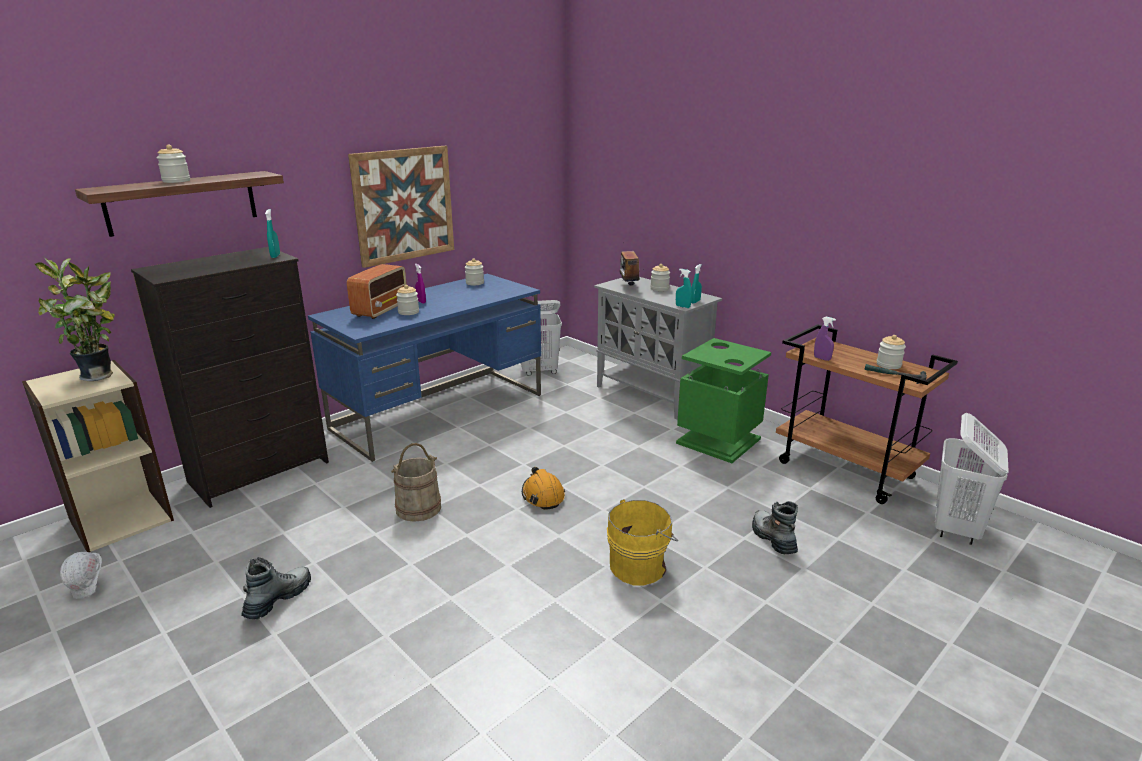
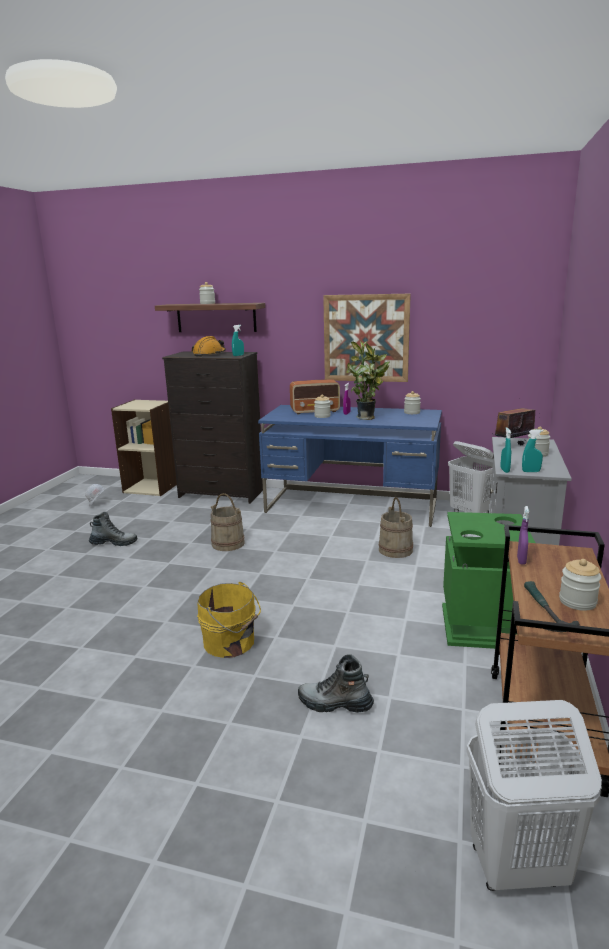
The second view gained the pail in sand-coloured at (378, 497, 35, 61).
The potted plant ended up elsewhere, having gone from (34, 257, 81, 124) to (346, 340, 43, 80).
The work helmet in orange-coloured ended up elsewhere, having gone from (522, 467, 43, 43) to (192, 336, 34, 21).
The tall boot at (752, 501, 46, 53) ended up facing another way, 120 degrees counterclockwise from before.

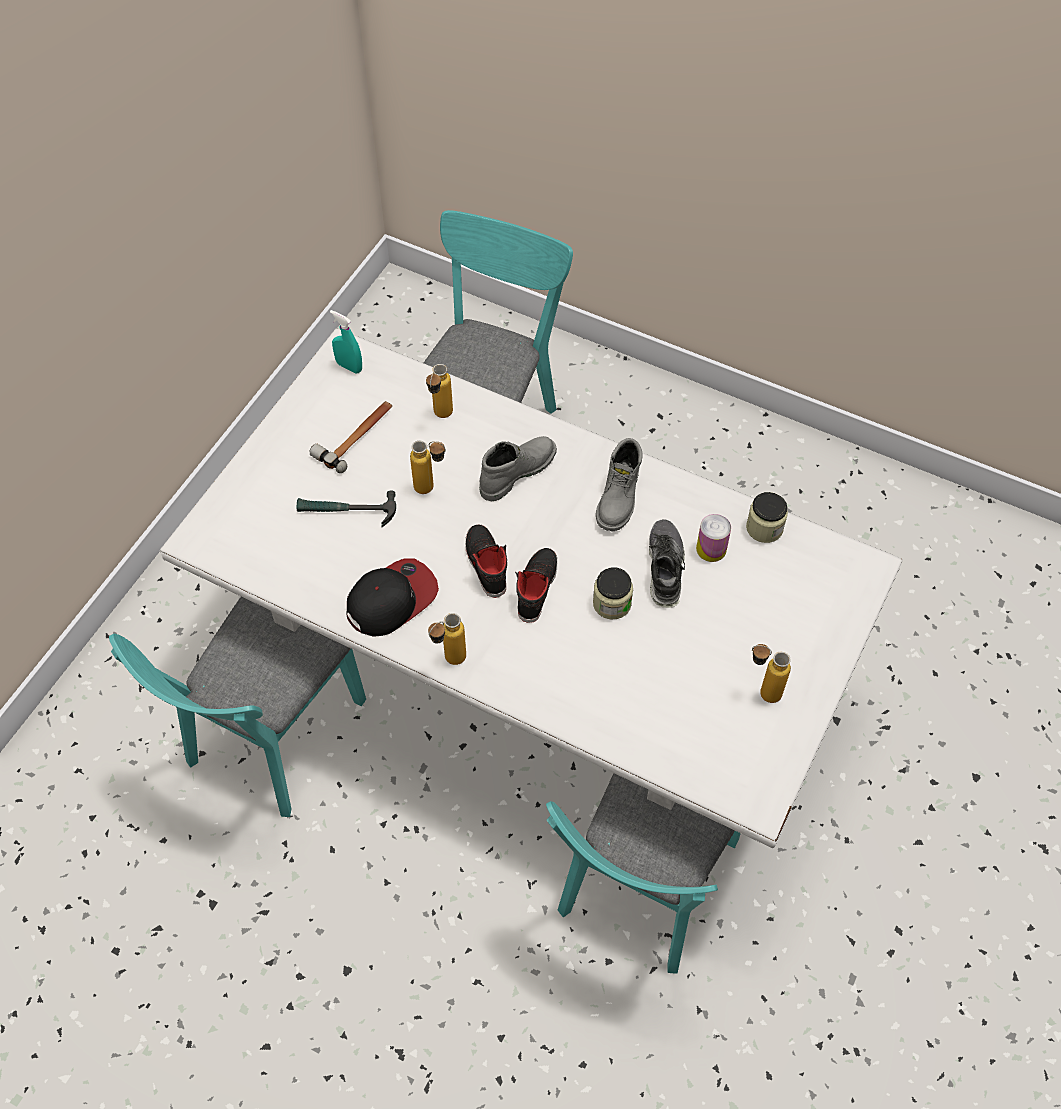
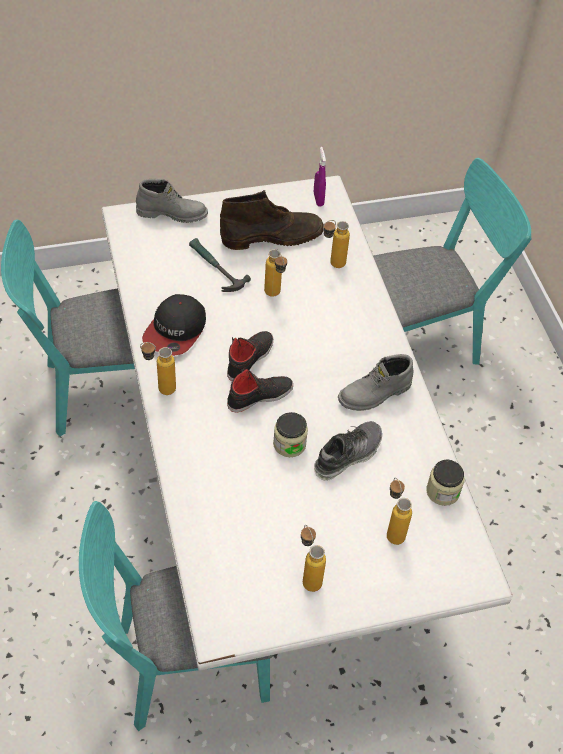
The second view lost the sealed can at (696, 514, 35, 48).
The second view gained the bottle at (387, 478, 25, 67).
The tall boot in grey ended up elsewhere, having gone from (479, 436, 78, 65) to (136, 179, 72, 44).
Where the tool hammer stood at (310, 401, 82, 72), the tall boot in brownish came to stand at (220, 190, 104, 60).
What was the sprayer in turquoise-coloured at (330, 310, 32, 64) turned into the sprayer in purple at (314, 147, 12, 59).
The peaked cap at (347, 559, 92, 78) ended up facing another way, 105 degrees clockwise from before.

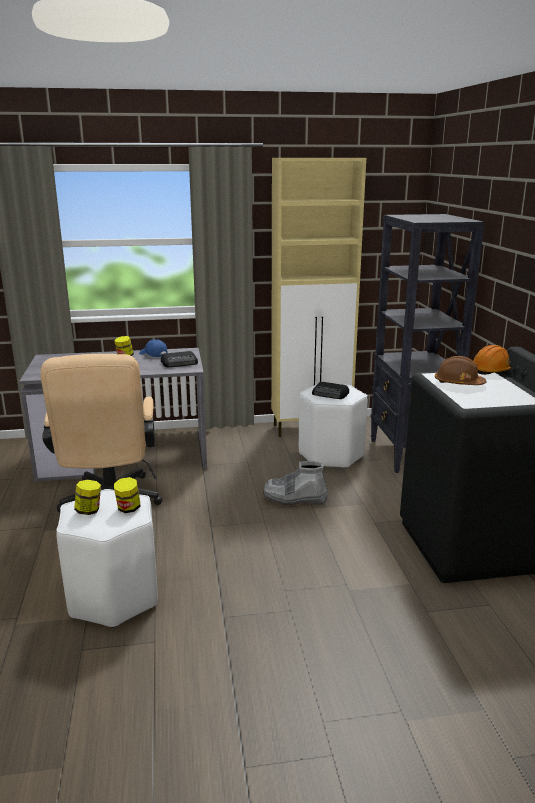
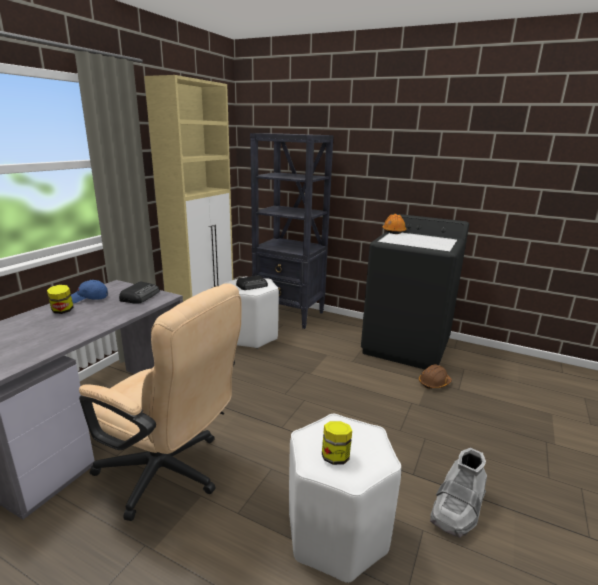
The second view lost the jar at (114, 477, 27, 36).
The tall boot in grey ended up elsewhere, having gone from (263, 461, 65, 44) to (430, 448, 57, 90).
The work helmet in brownish ended up elsewhere, having gone from (435, 356, 52, 29) to (419, 365, 33, 24).

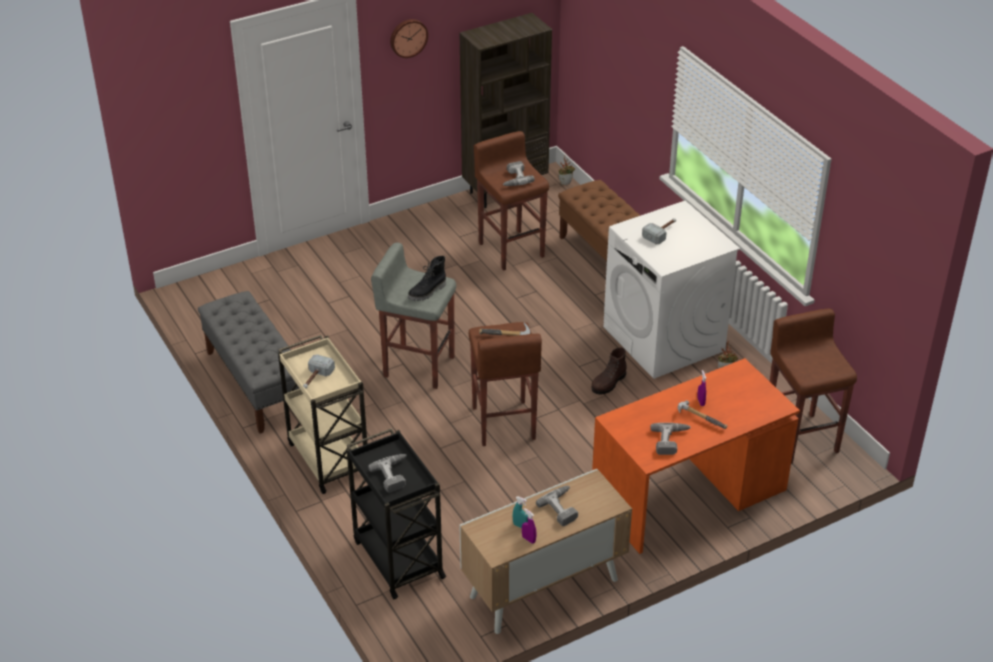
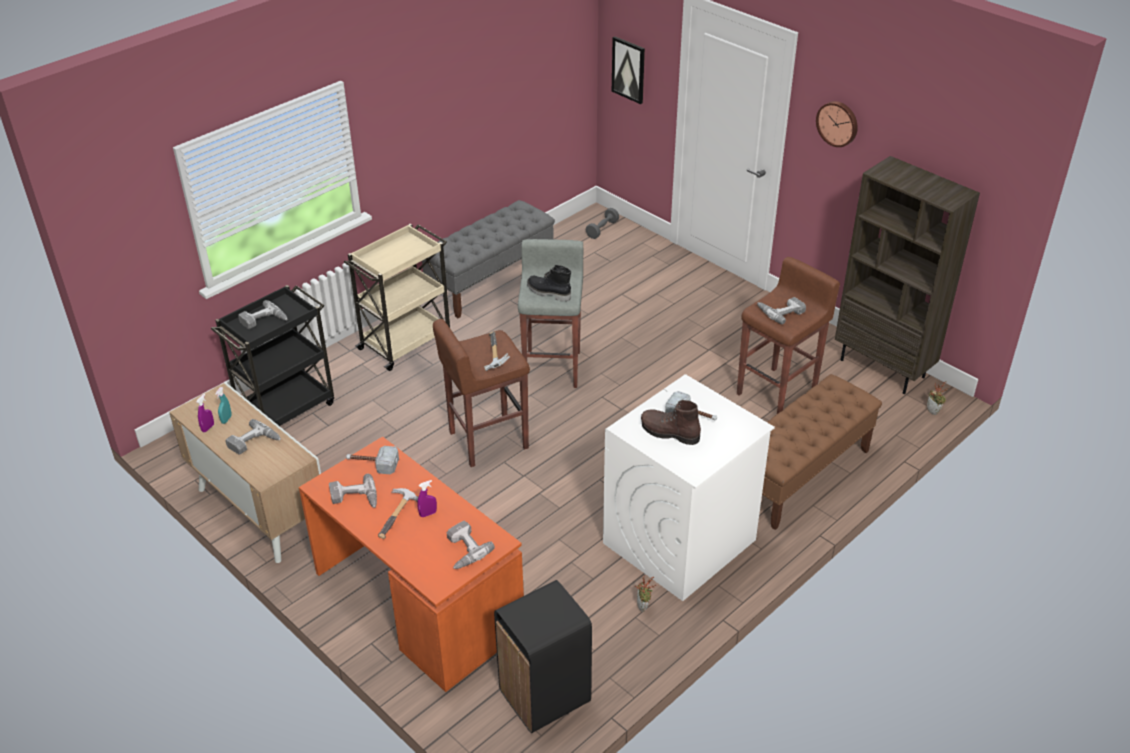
The second view gained the electric drill at (447, 521, 48, 48).
The second view gained the free weight in grey at (586, 208, 33, 31).
The second view gained the picture at (612, 36, 33, 68).
The tool hammer ended up elsewhere, having gone from (303, 354, 32, 34) to (346, 446, 53, 28).
The tall boot in brownish ended up elsewhere, having gone from (592, 347, 34, 48) to (641, 400, 60, 45).
Where the stool seat in brownish stood at (770, 309, 87, 155), the rubbish bin in black-coloured came to stand at (494, 580, 98, 153).

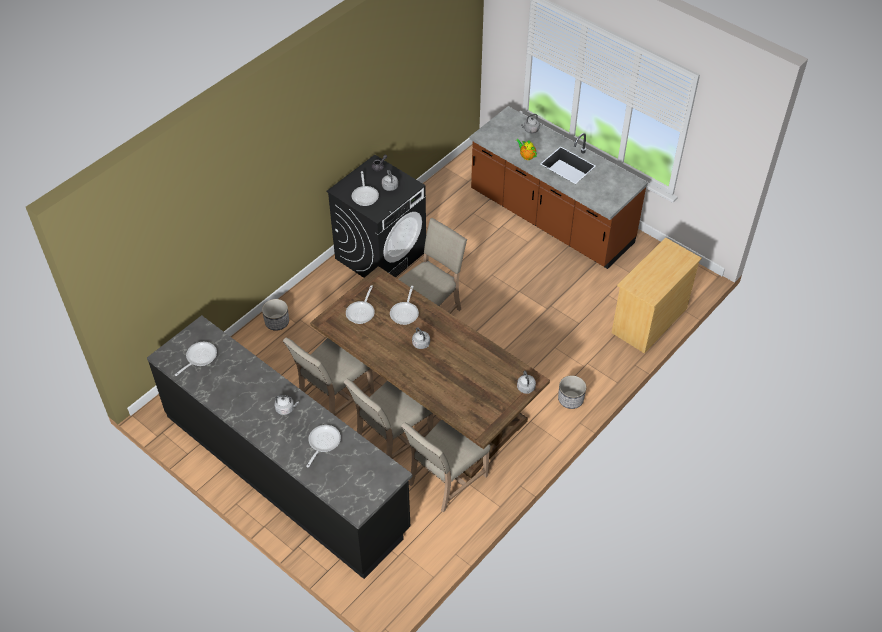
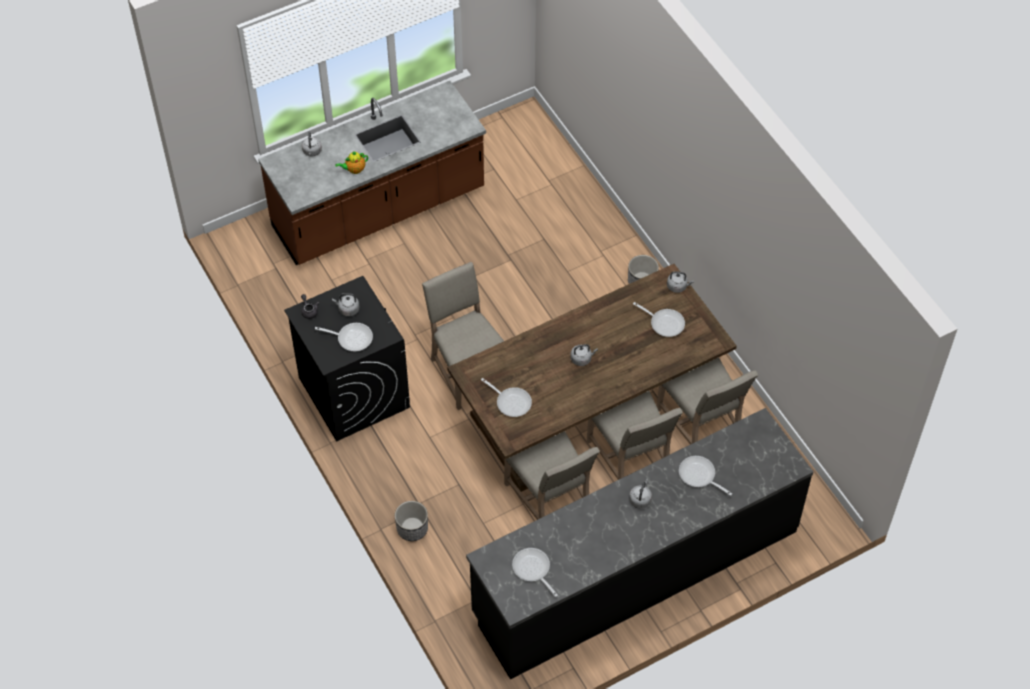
The second view lost the dresser in sand-coloured at (612, 237, 90, 116).
The frying pan ended up elsewhere, having gone from (390, 286, 29, 39) to (633, 302, 52, 35).

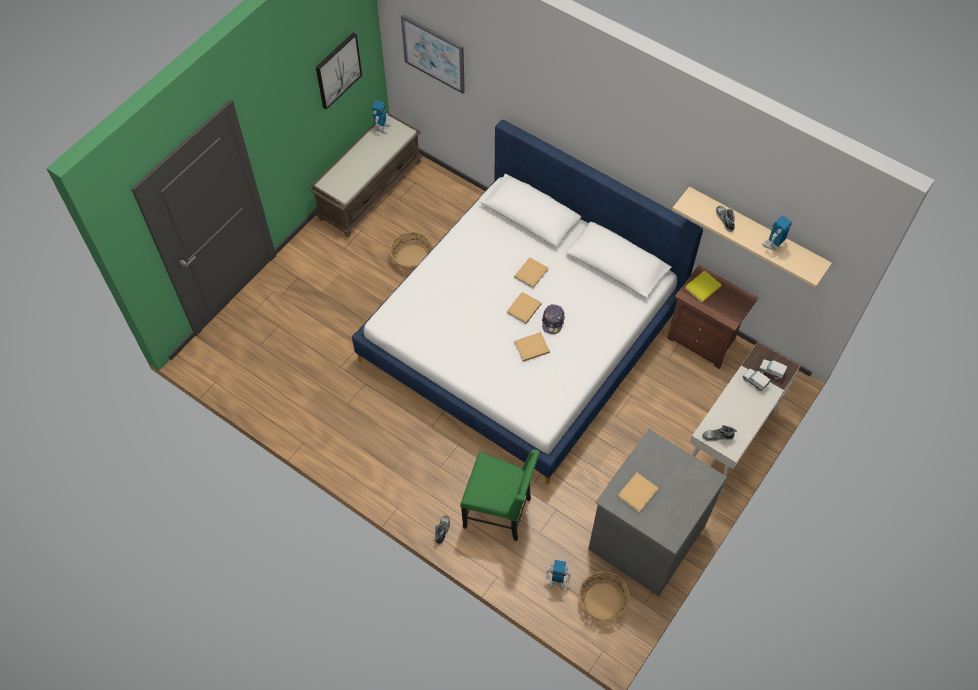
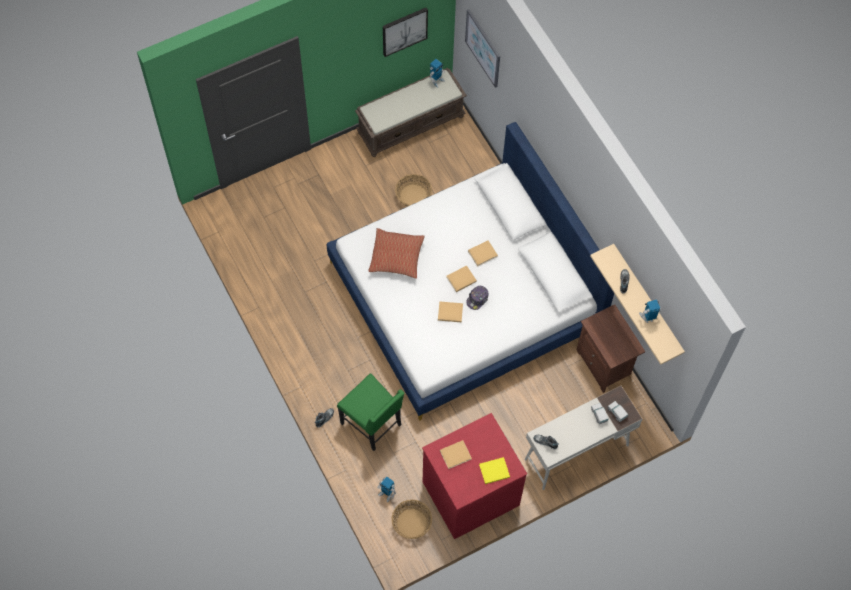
The second view gained the pillow at (368, 228, 57, 51).
The bound book in yellow ended up elsewhere, having gone from (685, 270, 37, 32) to (479, 457, 31, 27).
What was the dresser in grey at (588, 429, 139, 167) turned into the dresser in red-coloured at (422, 413, 105, 126).

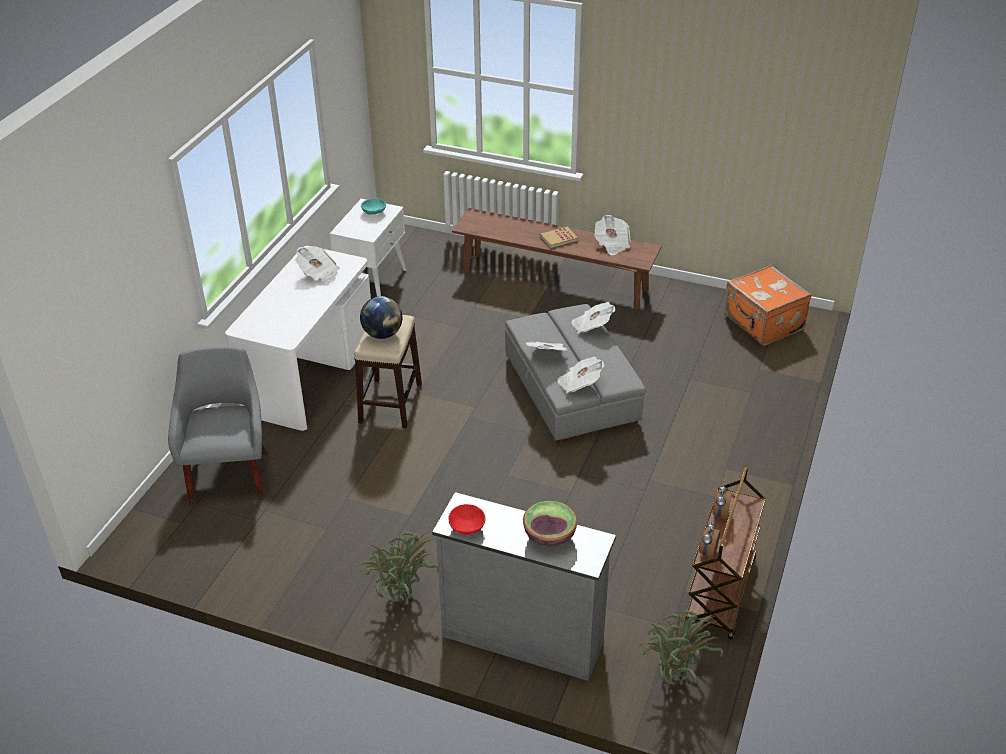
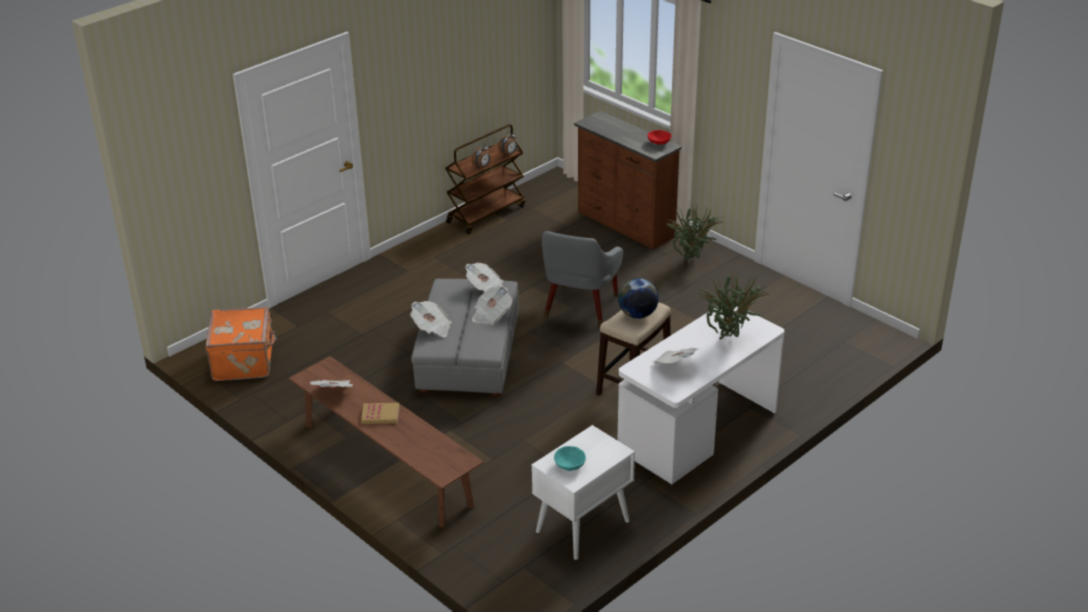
The second view lost the bowl at (523, 501, 55, 46).
The armchair in grey ended up elsewhere, having gone from (168, 346, 99, 160) to (542, 231, 81, 96).
The potted plant ended up elsewhere, having gone from (639, 610, 84, 75) to (699, 270, 72, 70).
What was the dresser in grey at (432, 492, 184, 189) turned into the dresser in brownish at (574, 111, 108, 138).

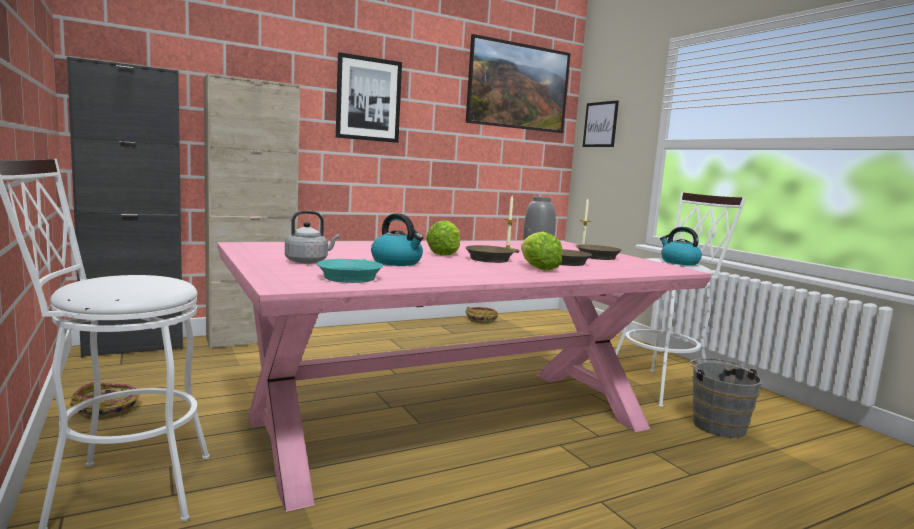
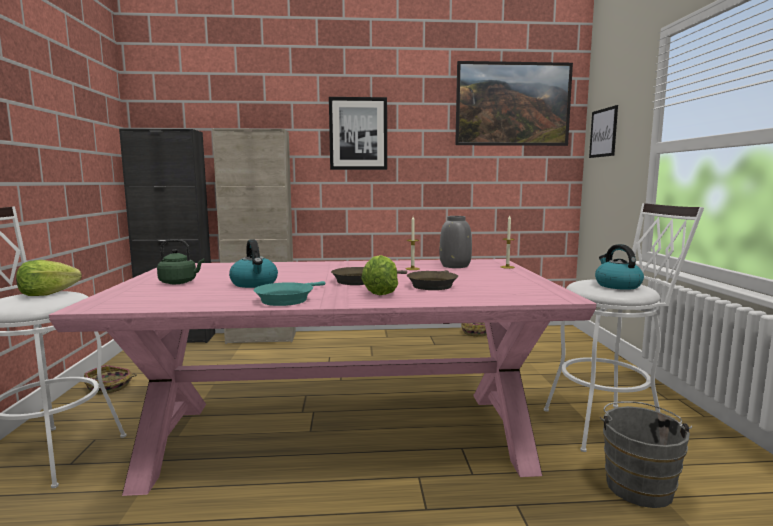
The second view lost the frying pan in brownish at (576, 245, 46, 15).
The frying pan in turquoise-coloured ended up elsewhere, having gone from (317, 259, 66, 24) to (254, 281, 71, 25).
The head of lettuce ended up elsewhere, having gone from (426, 221, 34, 35) to (16, 260, 66, 36).
What was the kettle in grey at (285, 210, 55, 54) turned into the kettle in green-coloured at (157, 239, 47, 45).

